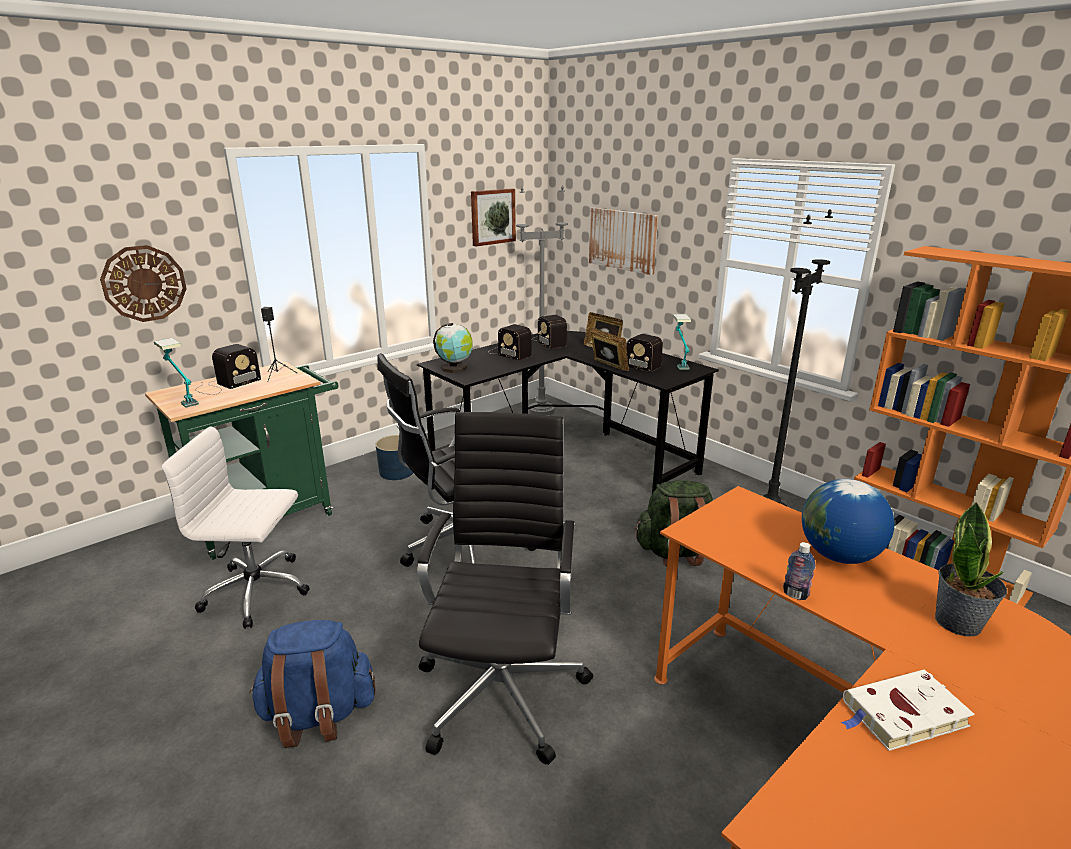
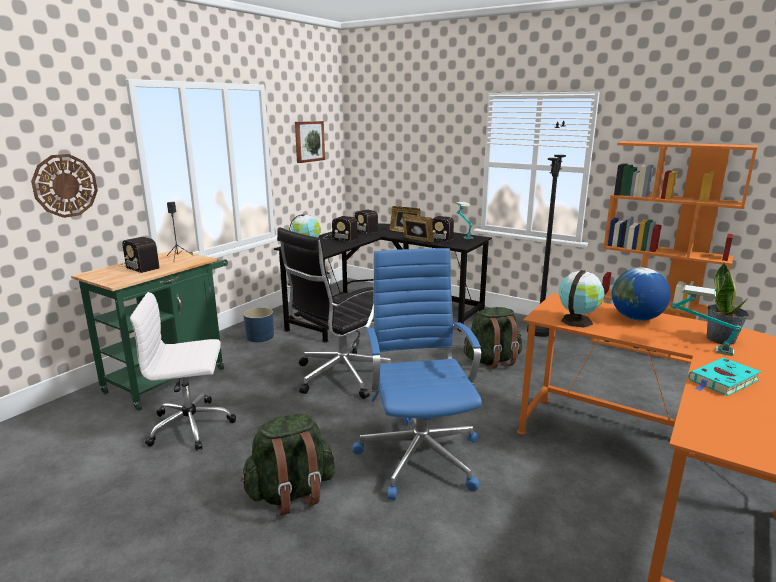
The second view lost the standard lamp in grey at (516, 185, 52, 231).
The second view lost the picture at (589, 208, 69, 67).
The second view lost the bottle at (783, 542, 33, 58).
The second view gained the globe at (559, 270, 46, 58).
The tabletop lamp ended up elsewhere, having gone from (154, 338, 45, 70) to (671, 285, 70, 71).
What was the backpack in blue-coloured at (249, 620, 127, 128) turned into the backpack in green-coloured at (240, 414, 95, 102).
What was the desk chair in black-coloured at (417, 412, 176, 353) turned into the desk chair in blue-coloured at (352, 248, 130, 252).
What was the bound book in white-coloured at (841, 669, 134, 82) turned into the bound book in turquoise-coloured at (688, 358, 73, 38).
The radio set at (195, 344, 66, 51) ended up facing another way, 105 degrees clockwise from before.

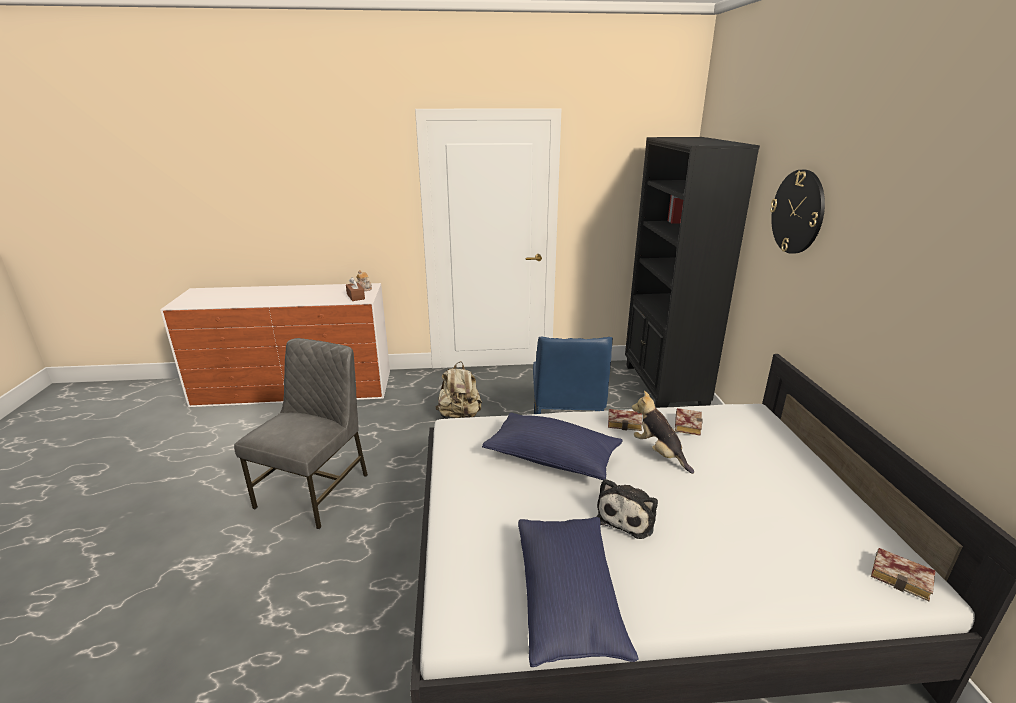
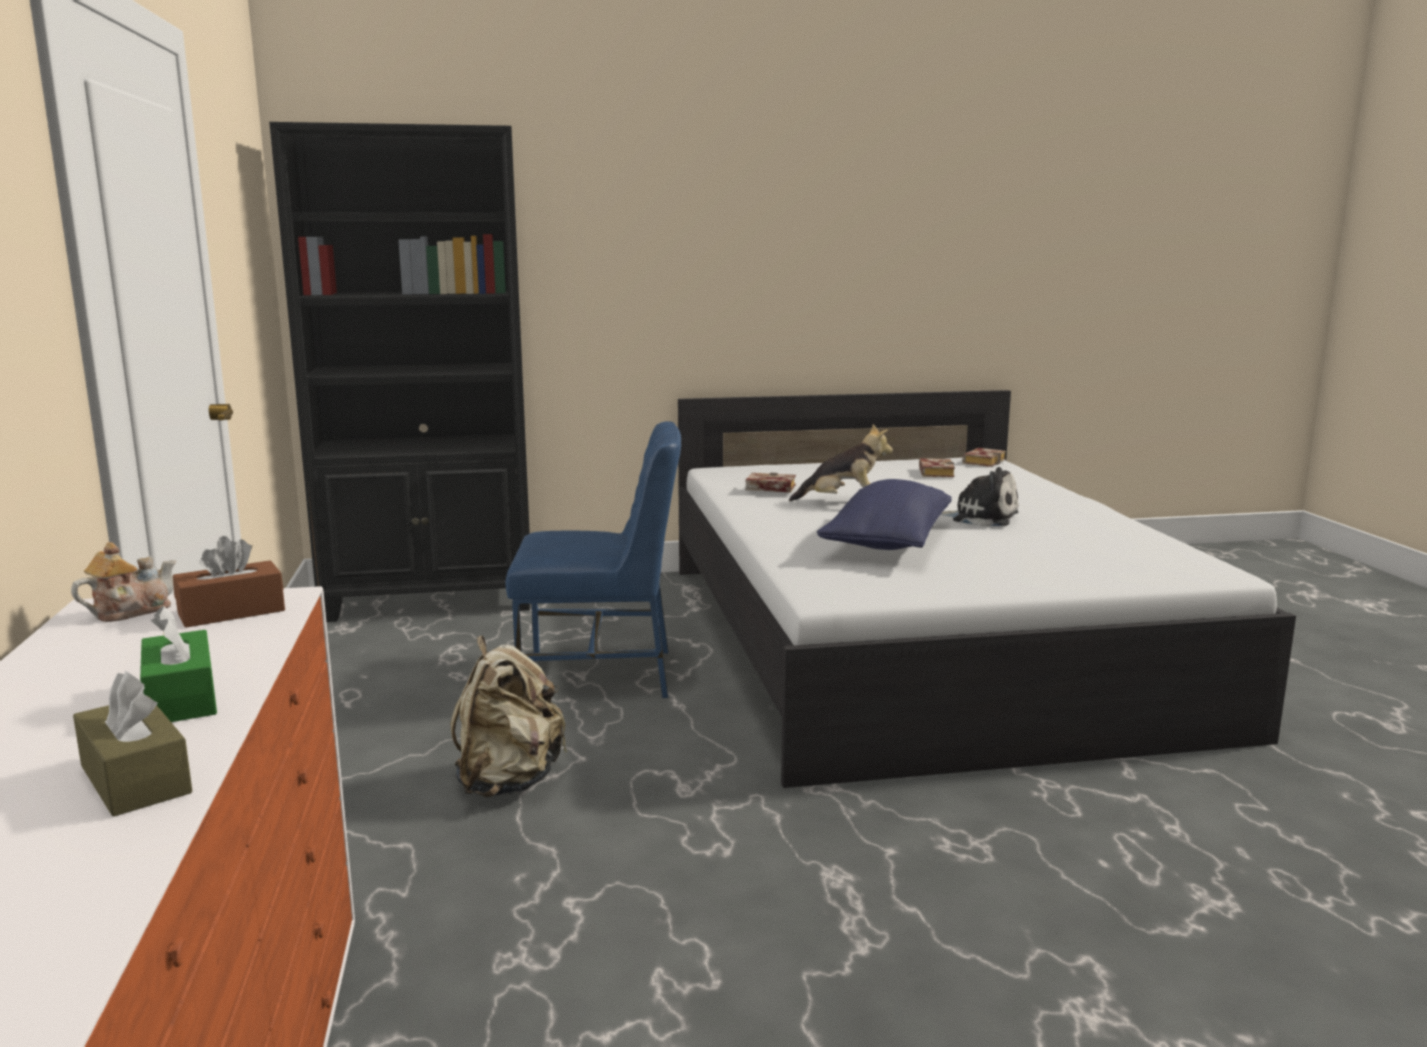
The second view lost the plain chair in grey at (234, 338, 134, 191).
The second view lost the pillow in blue-coloured at (518, 517, 120, 150).
The second view lost the clock on the wall at (770, 170, 55, 84).
The second view gained the box of tissues in brownish at (73, 671, 119, 145).
The second view gained the box of tissues in green-coloured at (140, 606, 77, 116).
The bound book ended up elsewhere, having gone from (608, 409, 35, 22) to (919, 458, 36, 19).
The plush toy at (632, 391, 62, 83) ended up facing another way, 135 degrees counterclockwise from before.

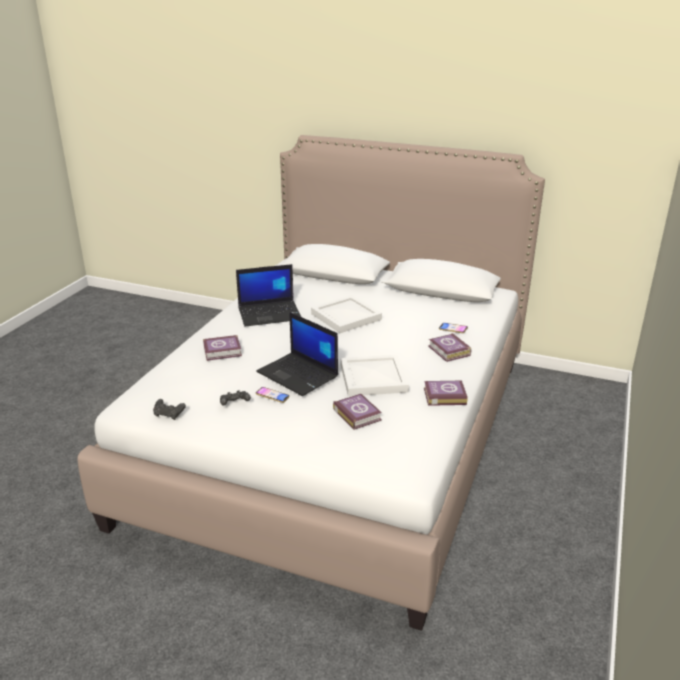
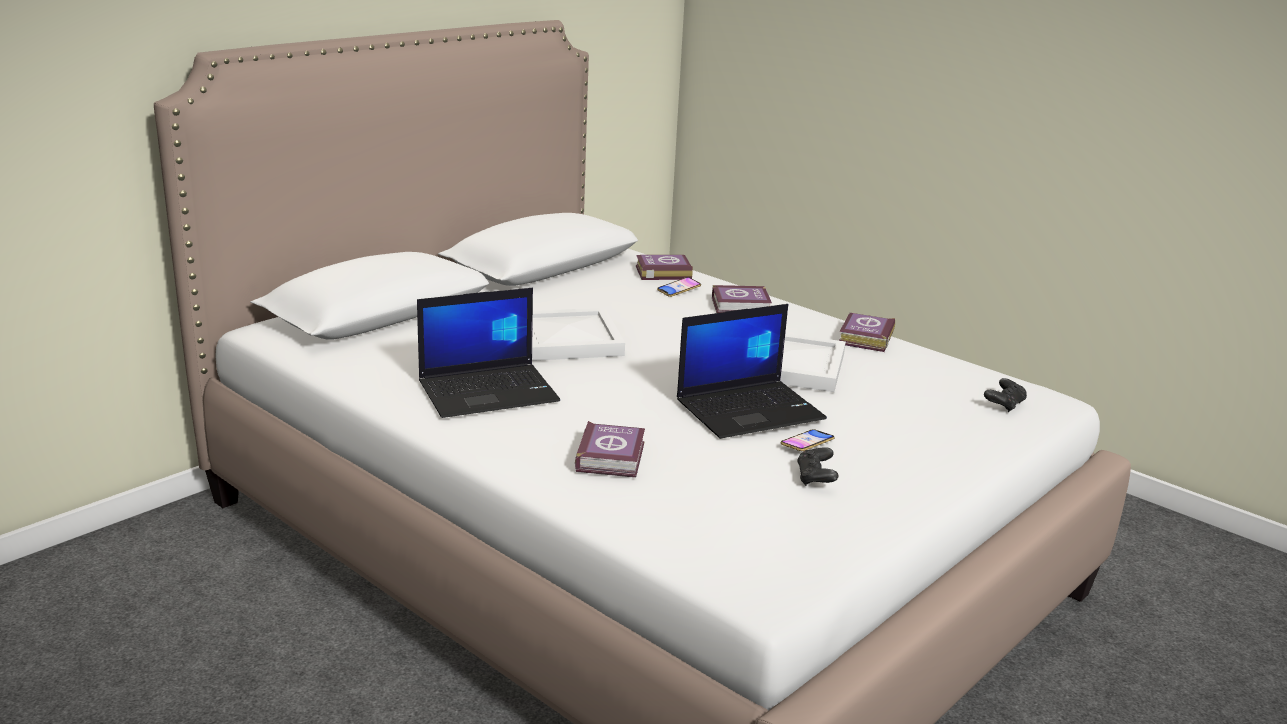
The gamepad in black-coloured ended up elsewhere, having gone from (153, 399, 33, 21) to (984, 378, 43, 34).
The bound book ended up elsewhere, having gone from (333, 394, 49, 36) to (636, 255, 57, 25).
The notebook computer at (236, 264, 65, 63) ended up facing another way, 60 degrees clockwise from before.

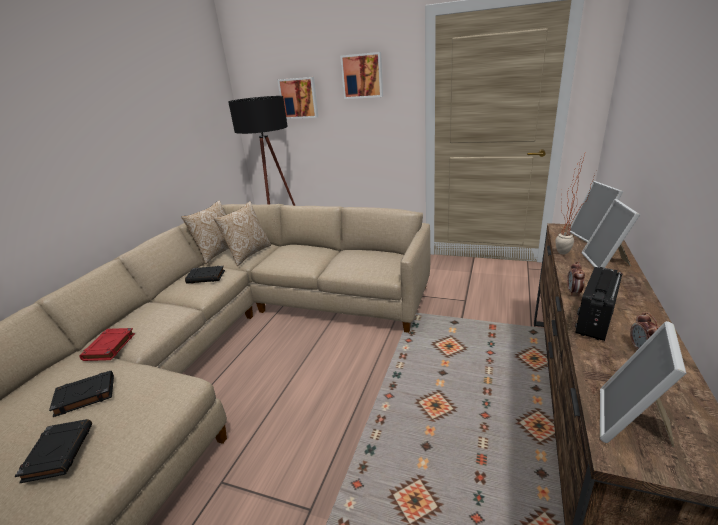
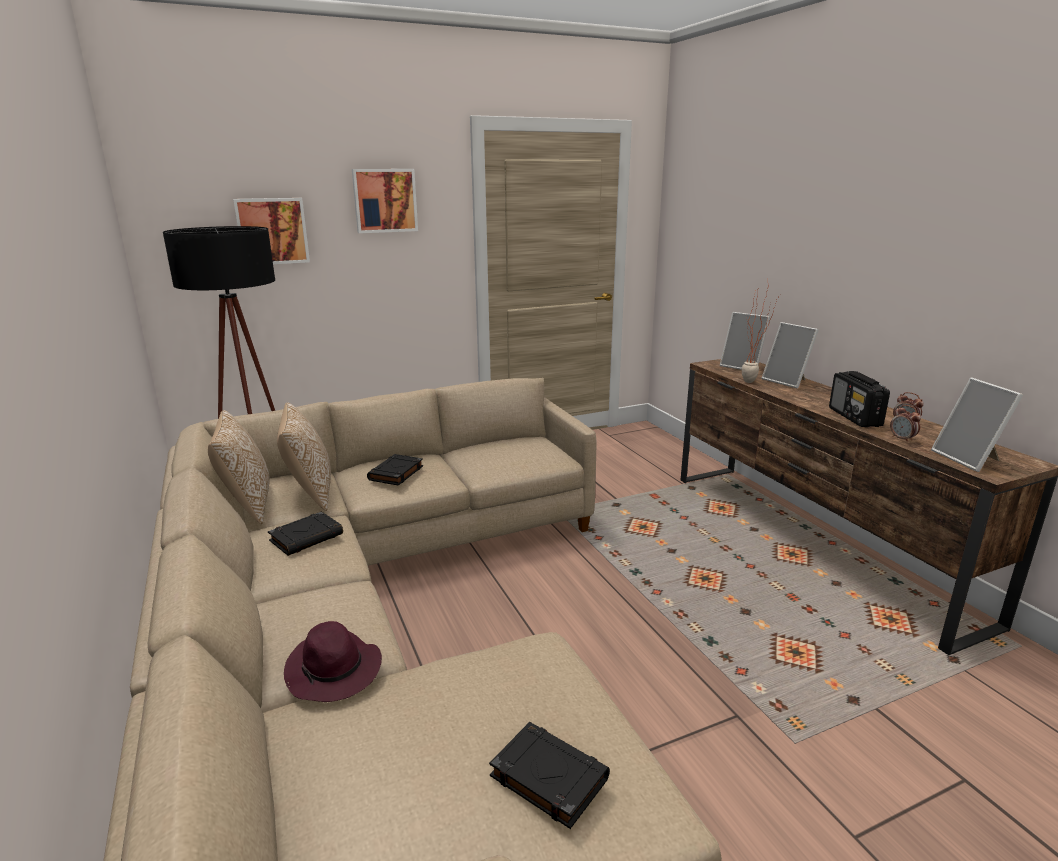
The bound book in black-coloured ended up elsewhere, having gone from (49, 371, 65, 46) to (367, 454, 56, 31).
The bedside clock ended up elsewhere, having gone from (567, 261, 18, 35) to (890, 405, 31, 37).
Where the bound book in red-coloured stood at (79, 328, 56, 33), the clothing hat in purple came to stand at (284, 621, 98, 81).

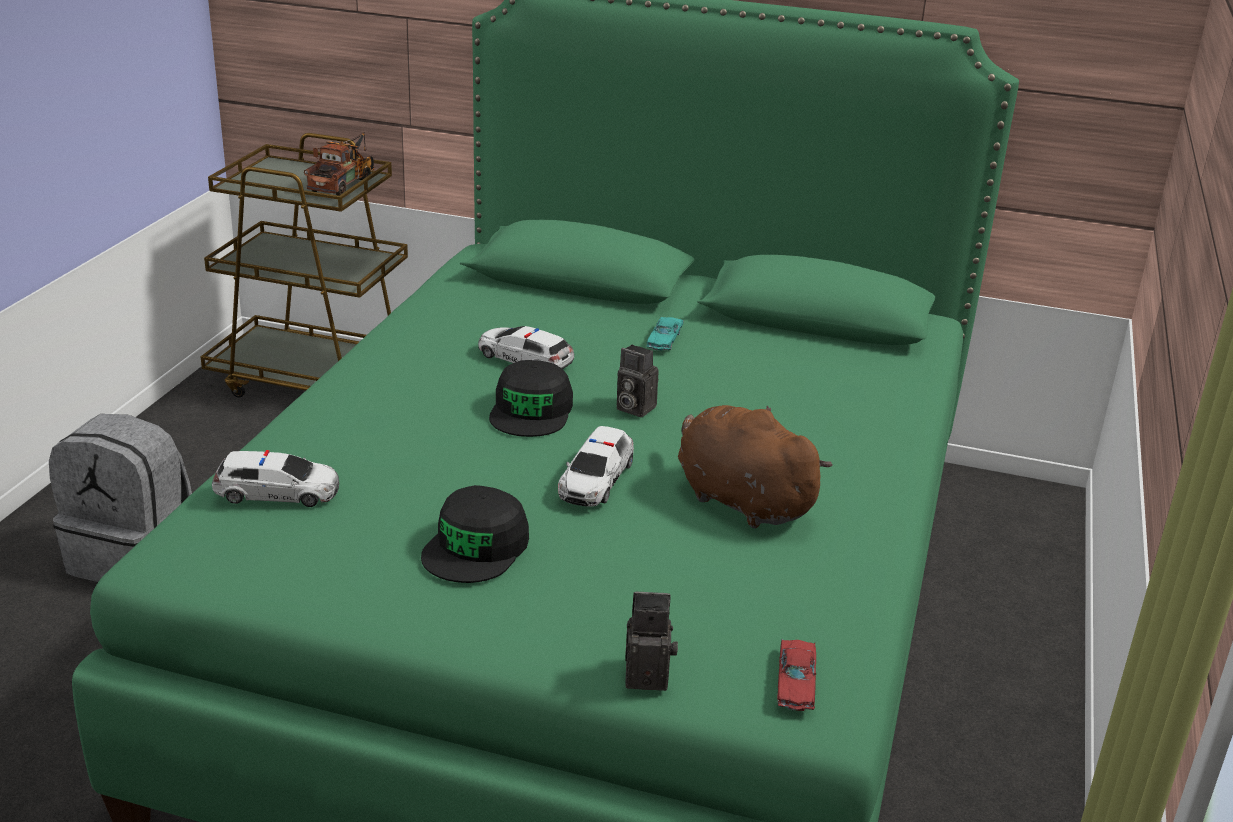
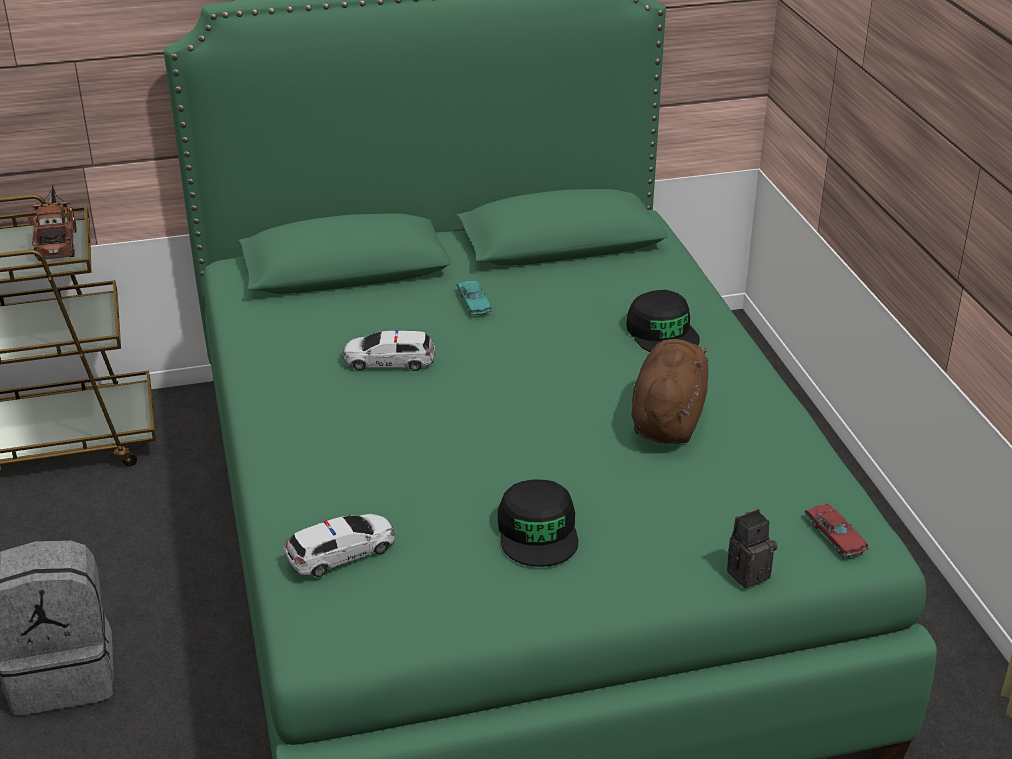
The second view lost the model car at (558, 426, 76, 80).
The second view lost the still camera at (617, 345, 42, 72).
The peaked cap in black-coloured ended up elsewhere, having gone from (489, 360, 84, 77) to (626, 290, 74, 62).
The plush toy in brownish at (678, 405, 155, 123) ended up facing another way, 90 degrees clockwise from before.

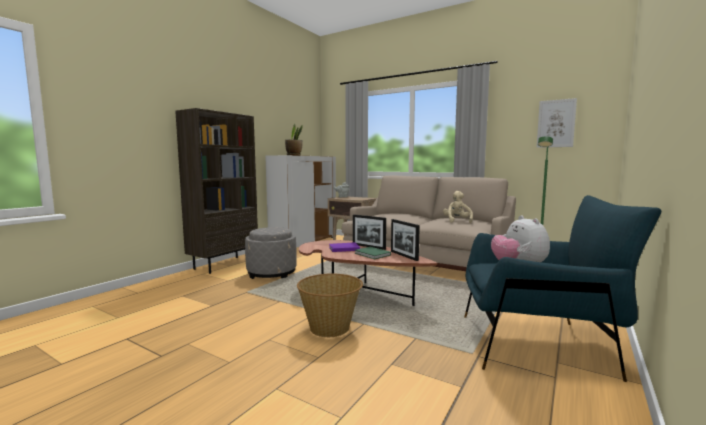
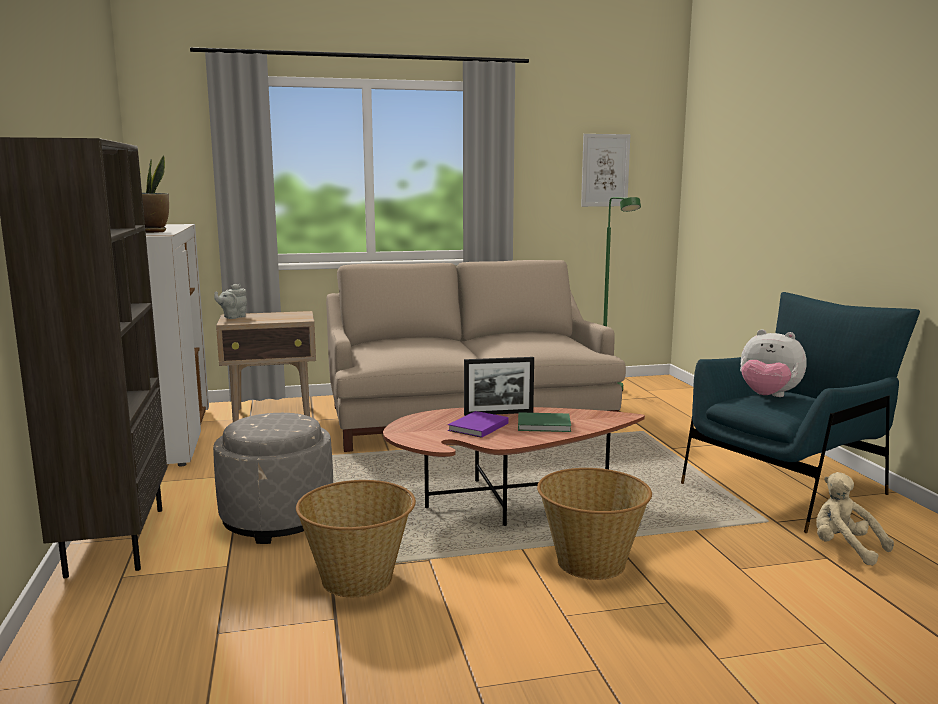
The second view lost the standing frame at (391, 219, 29, 42).
The second view gained the storage basket at (296, 480, 120, 117).
The plush toy in sand-coloured ended up elsewhere, having gone from (443, 191, 30, 33) to (816, 472, 78, 94).

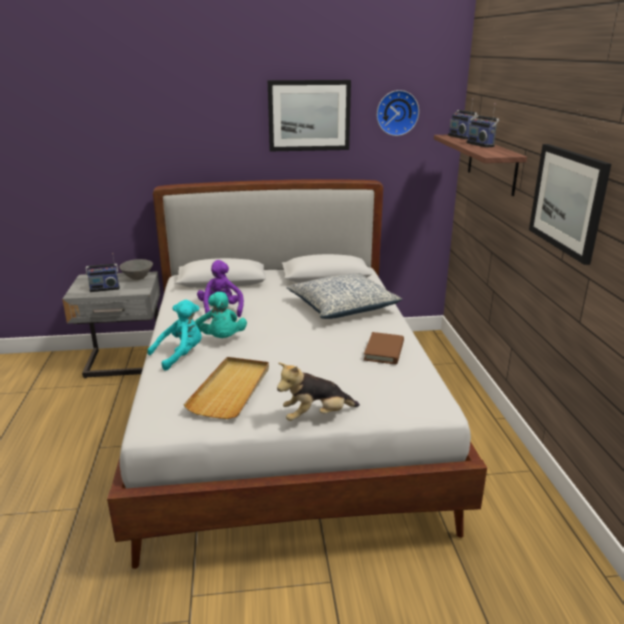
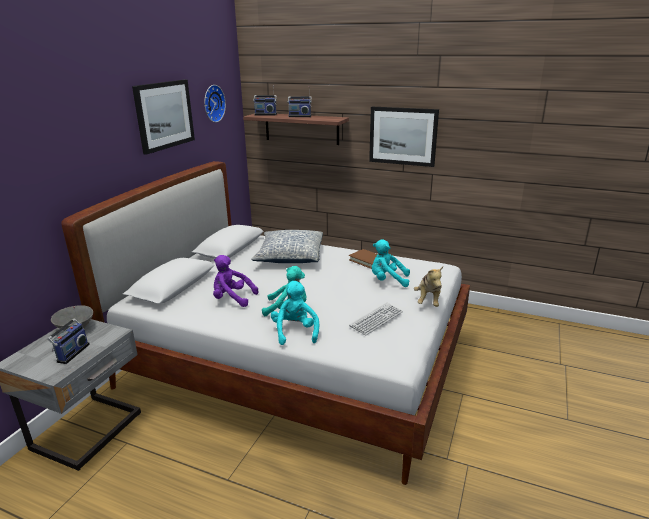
The second view gained the plush toy in turquoise-coloured at (372, 239, 38, 48).
Where the carrying tray in sand-coloured stood at (184, 357, 85, 62), the PC keyboard came to stand at (349, 302, 54, 33).

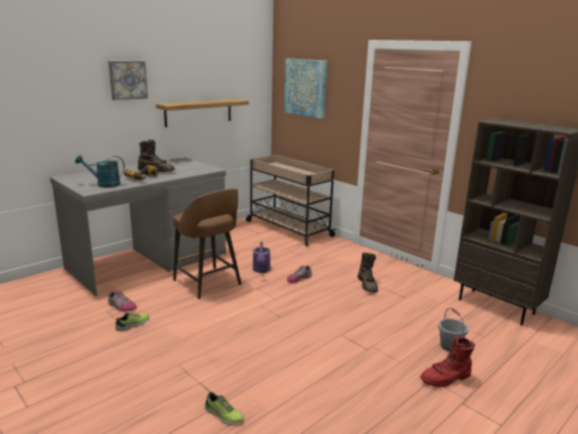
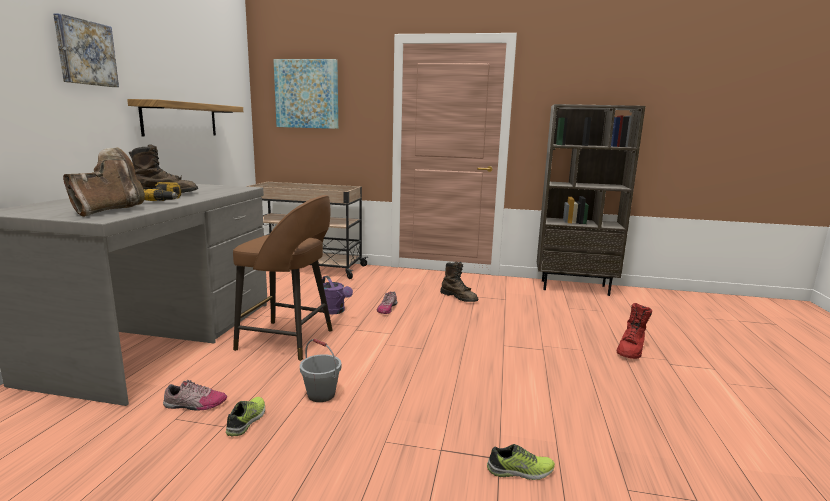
The pail in grey ended up elsewhere, having gone from (438, 308, 30, 43) to (300, 339, 42, 63).
Where the sprinkling can in turquoise-coloured stood at (75, 155, 50, 32), the tall boot in brownish came to stand at (63, 147, 82, 70).

